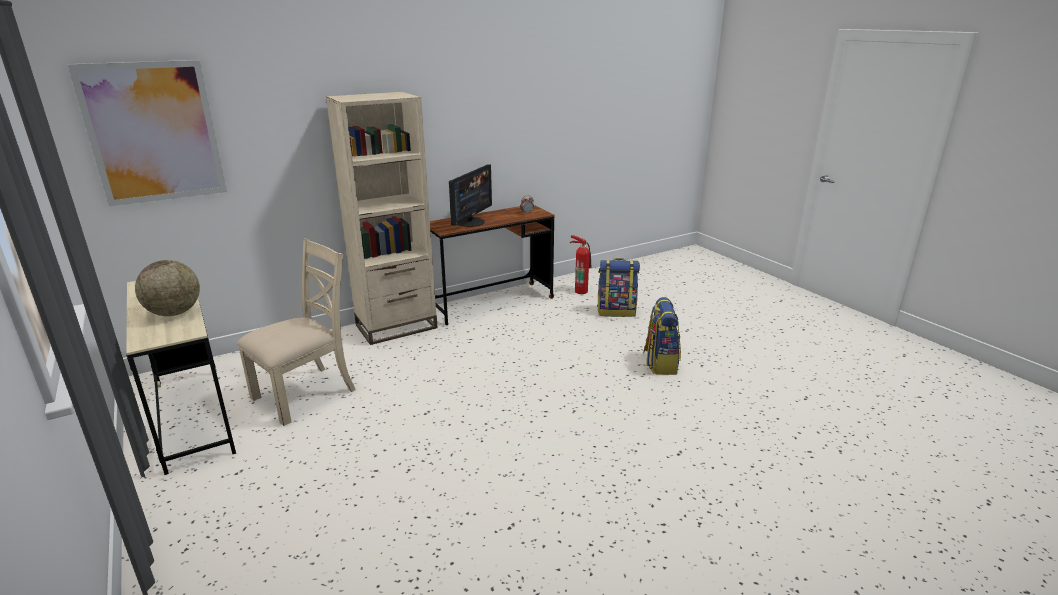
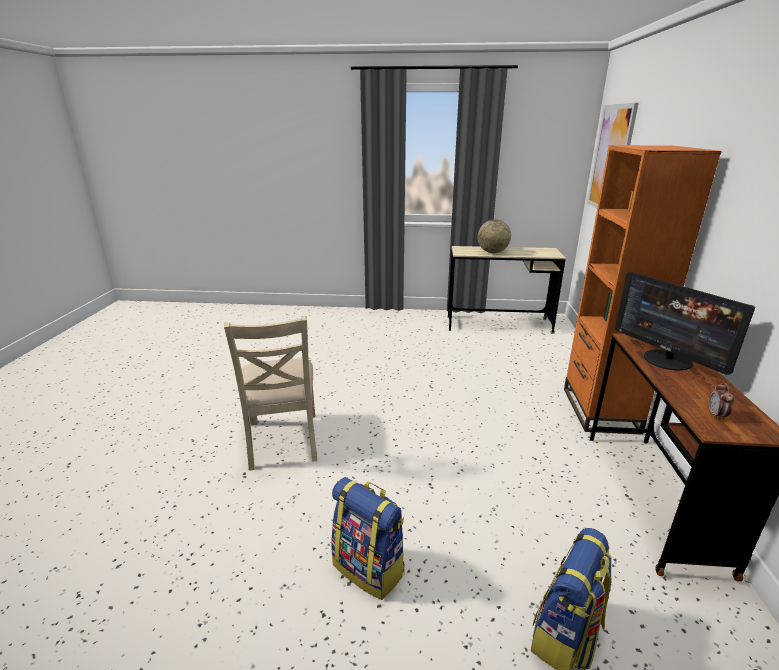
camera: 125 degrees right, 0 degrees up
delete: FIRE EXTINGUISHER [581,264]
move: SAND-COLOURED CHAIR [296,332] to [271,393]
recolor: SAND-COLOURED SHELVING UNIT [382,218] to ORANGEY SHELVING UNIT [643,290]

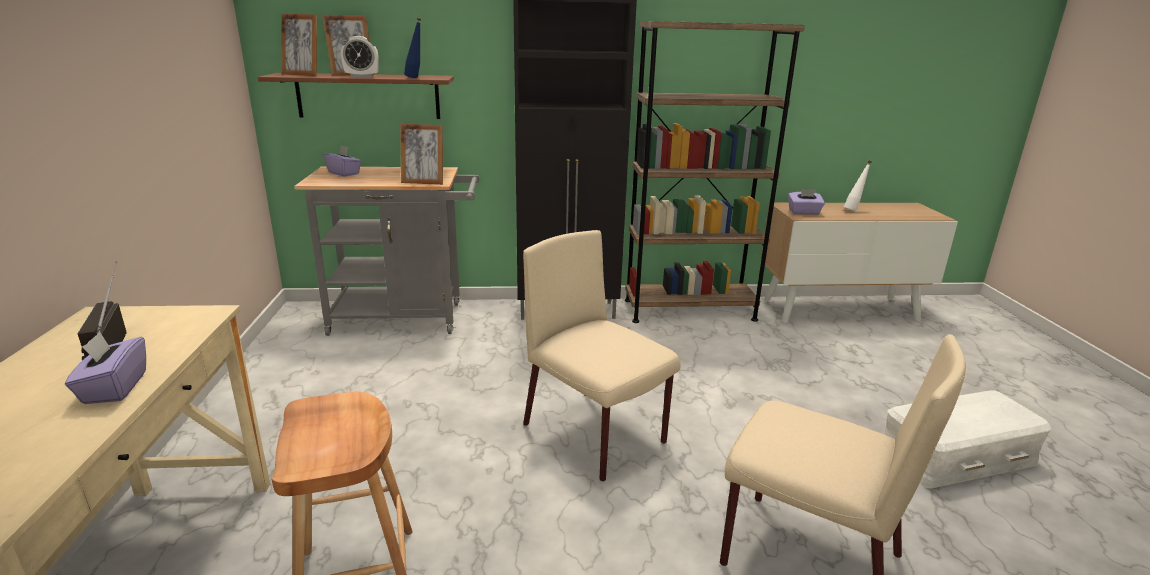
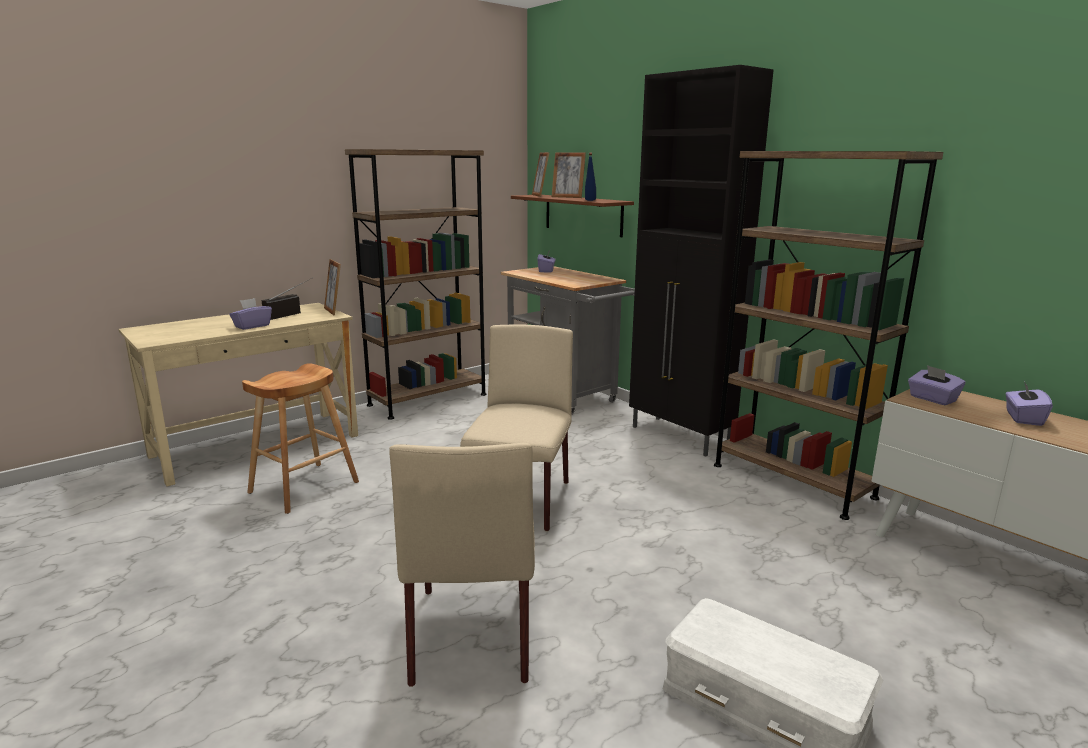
camera: 55 degrees right, 5 degrees down
delete: BEDSIDE CLOCK [360,57]
insert: BROWNISH SHELVING UNIT [416,284]
move: PICTURE FRAME [421,154] to [332,287]
replace: WHITE BEVERAGE BOTTLE [858,185] to PURPLE-COLOURED BOX OF TISSUES [1029,403]

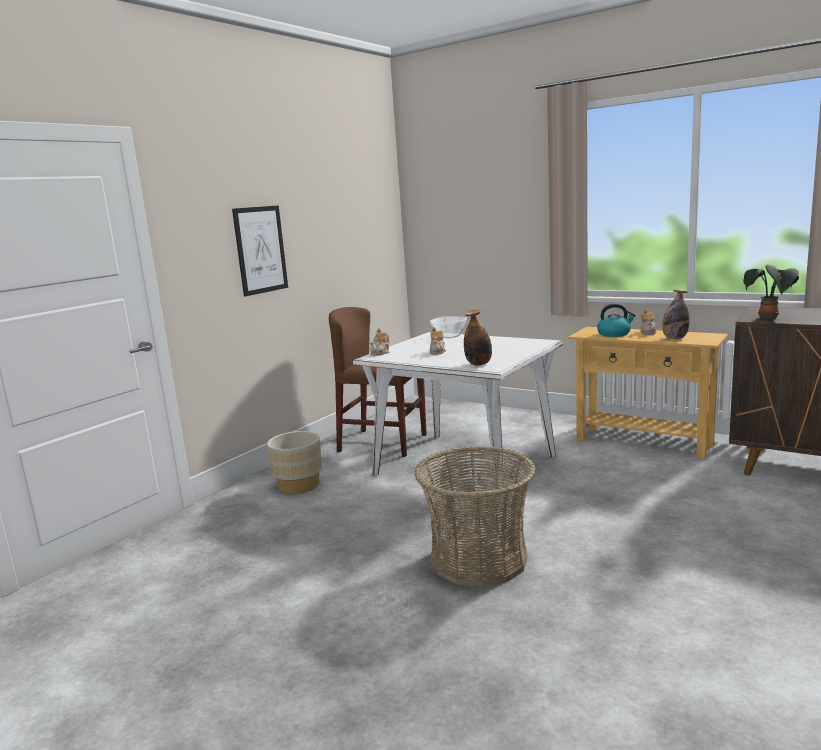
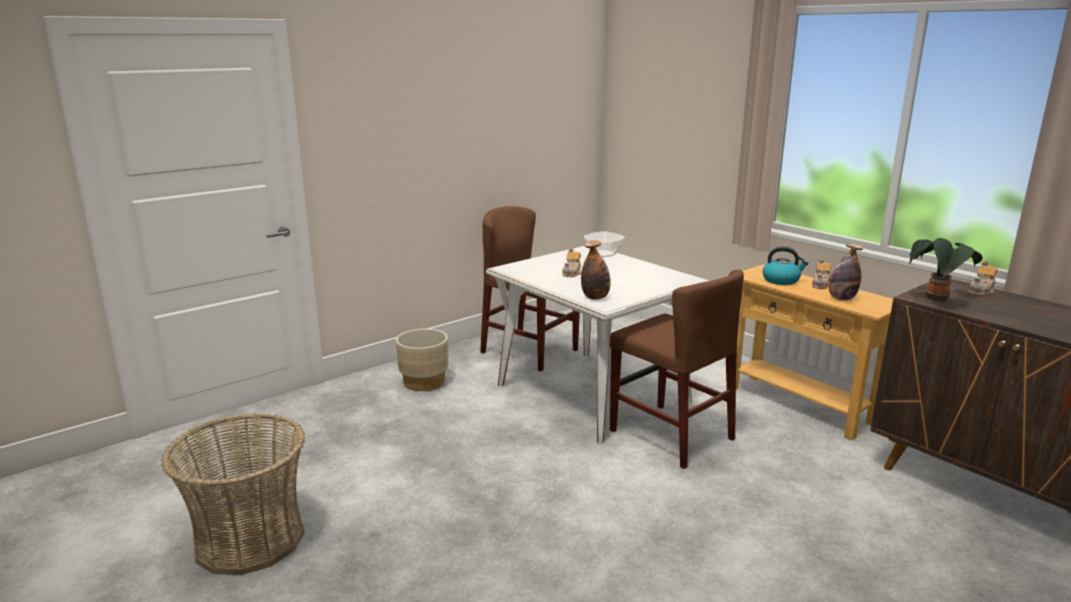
camera: 15 degrees right, 5 degrees up
delete: WALL ART [260,251]
insert: BROWNISH CHAIR [677,369]
move: TEA POT [379,342] to [982,278]; STORAGE BASKET [475,516] to [233,494]

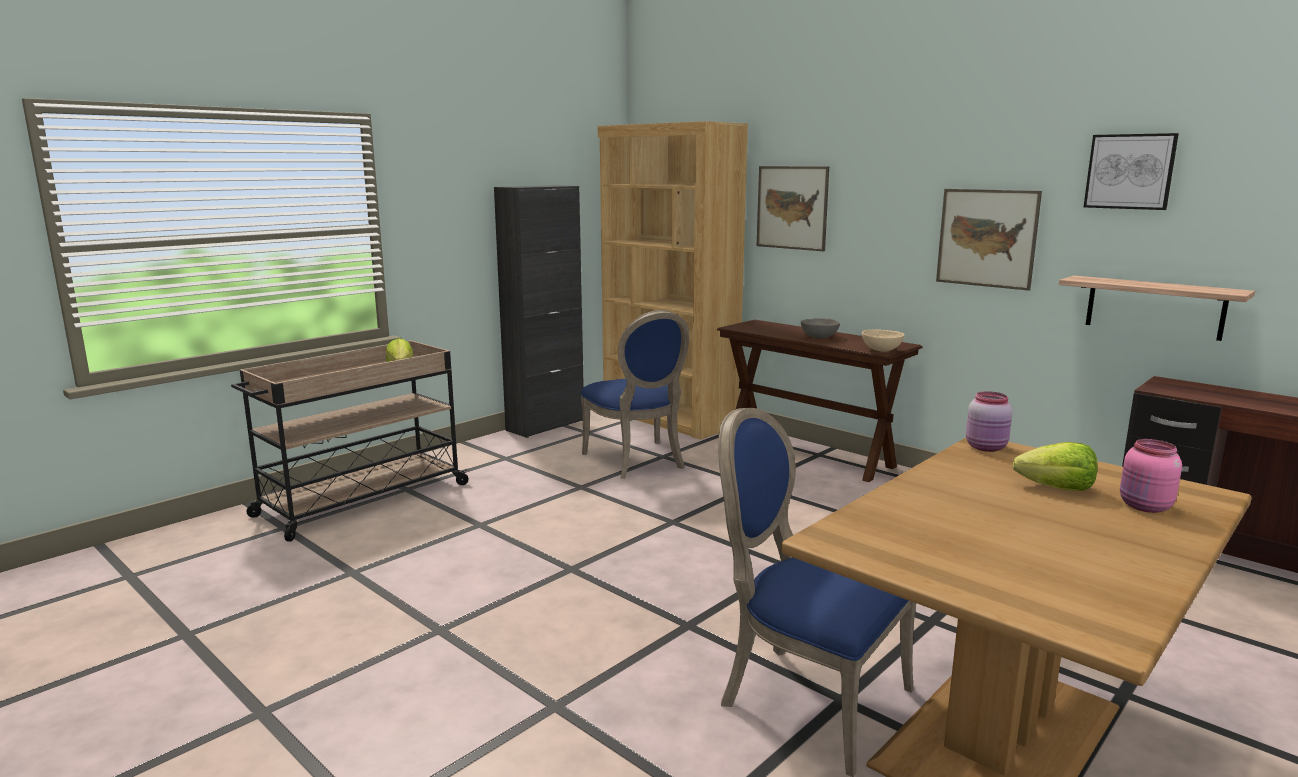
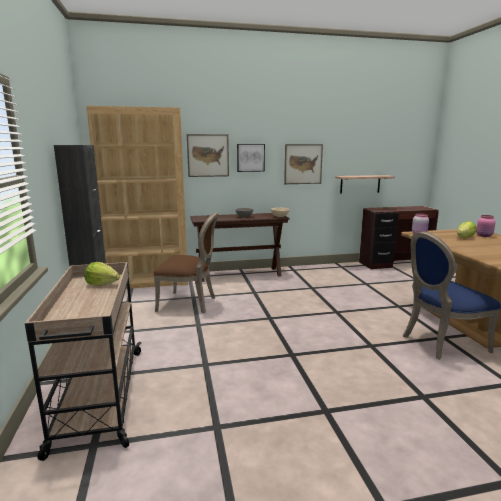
camera: 55 degrees left, 0 degrees up
move: WALL ART [1131,171] to [251,158]
recolor: BLUISH CHAIR [634,394] to BROWNISH CHAIR [186,262]

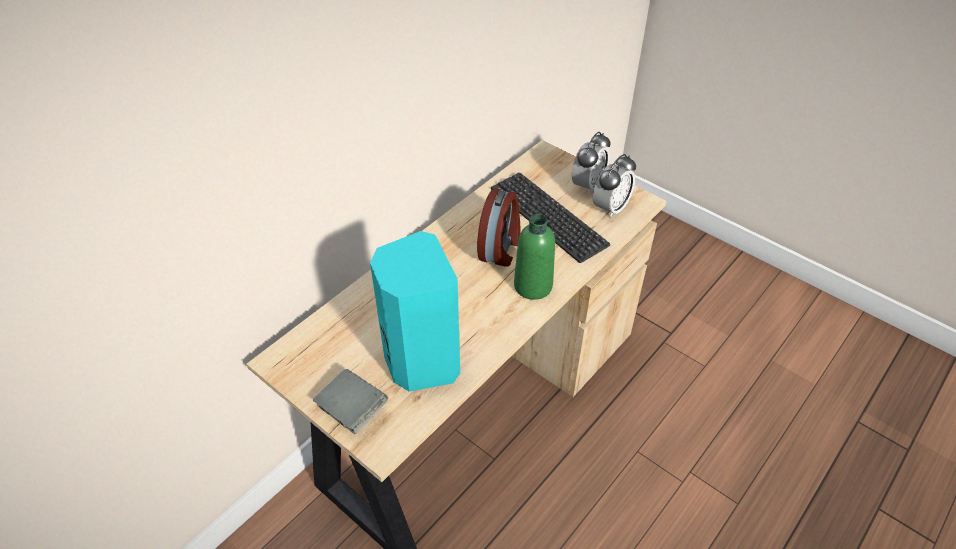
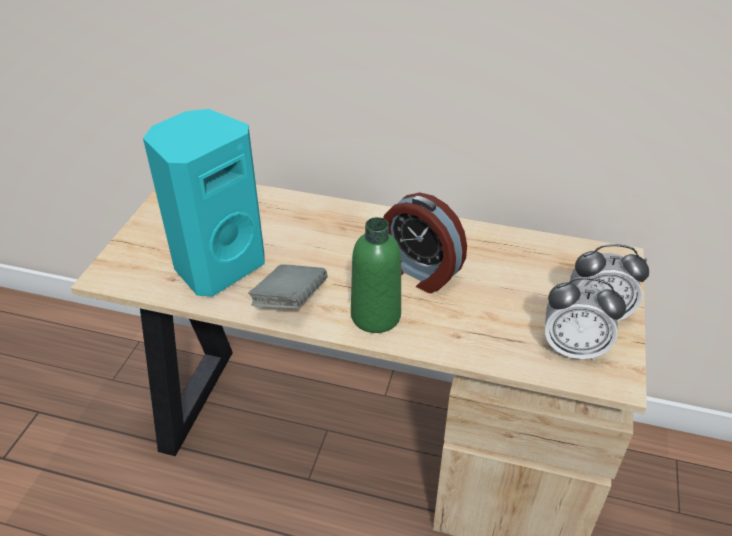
camera: 65 degrees right, 5 degrees down
delete: PC KEYBOARD [550,218]
move: GREYISH BOOK [350,401] to [288,286]
rotate: BEDSIDE CLOCK [499,227] = [425,242] 45 degrees clockwise

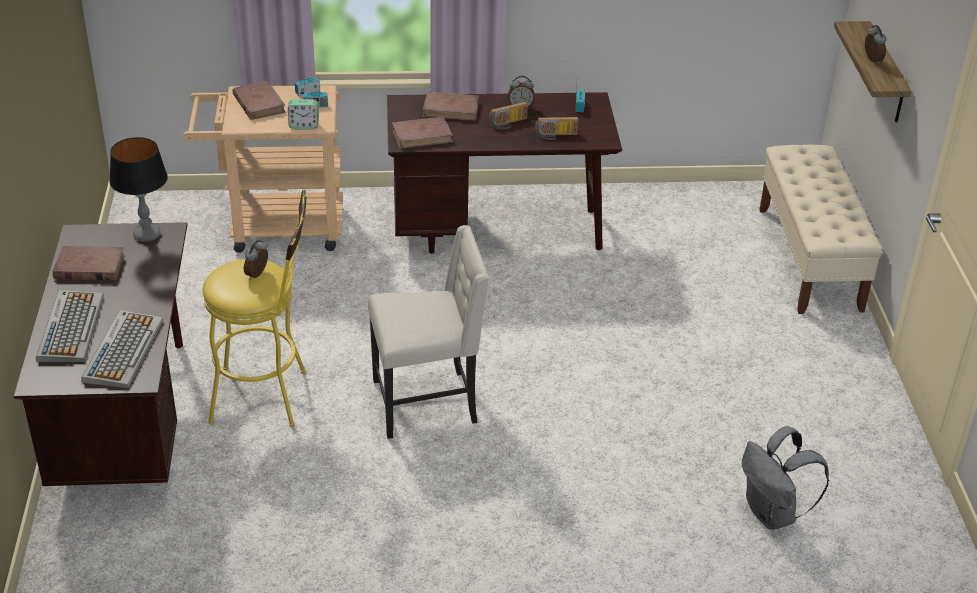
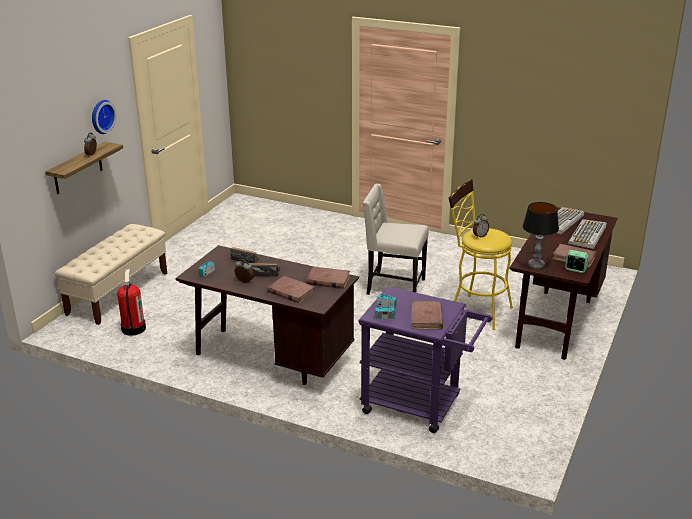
camera: 150 degrees left, 10 degrees down
delete: GREYISH KNAPSACK [785,478]
insert: HANGING CLOCK [104,117]; FIRE EXTINGUISHER [131,302]
move: BEDSIDE CLOCK [303,114] to [577,261]
recolor: SAND-COLOURED CART [263,169] to PURPLE-COLOURED CART [425,359]

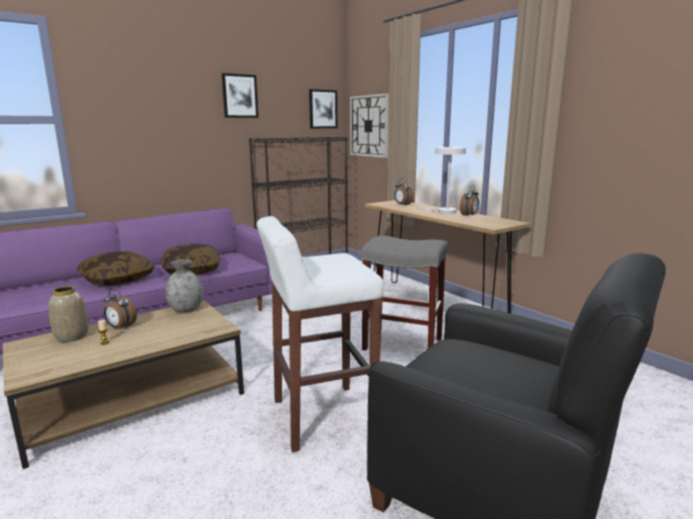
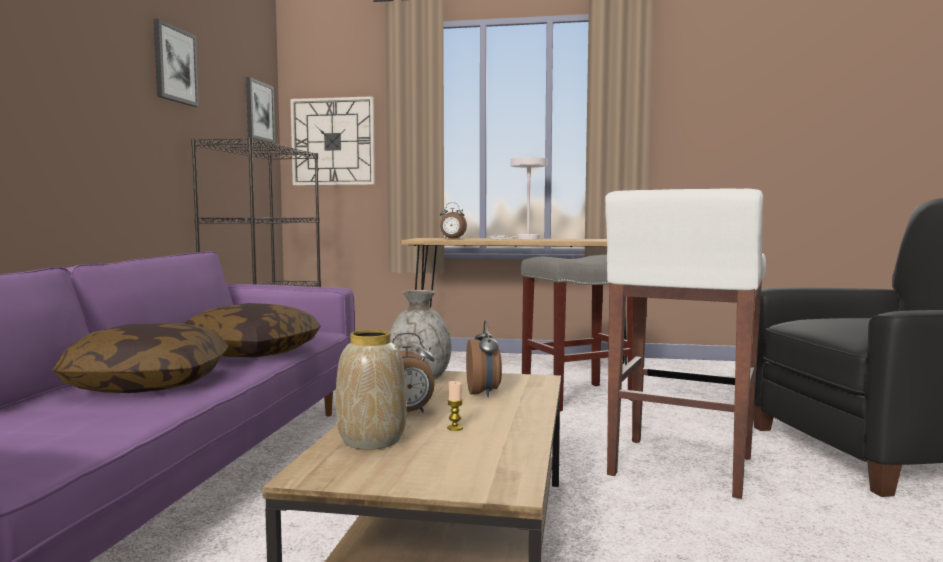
camera: 45 degrees left, 10 degrees down
move: BEDSIDE CLOCK [469,200] to [484,358]

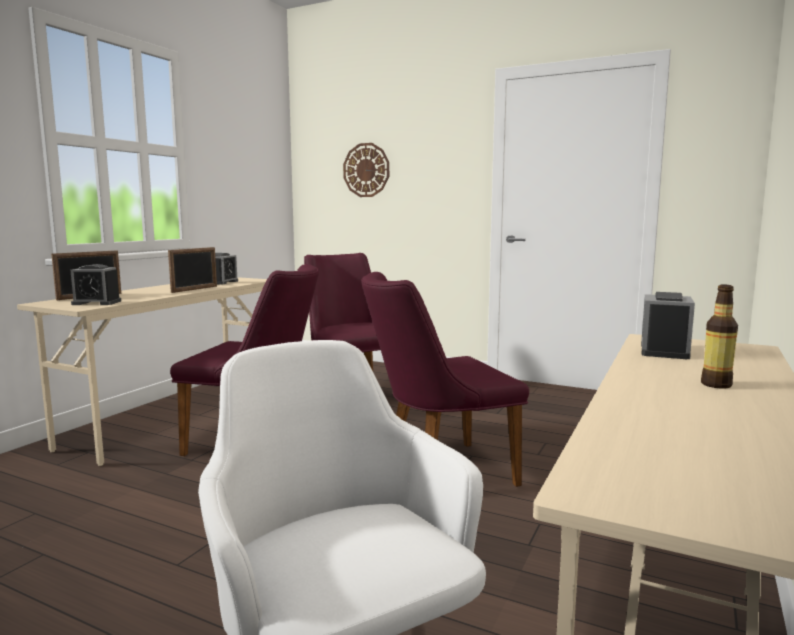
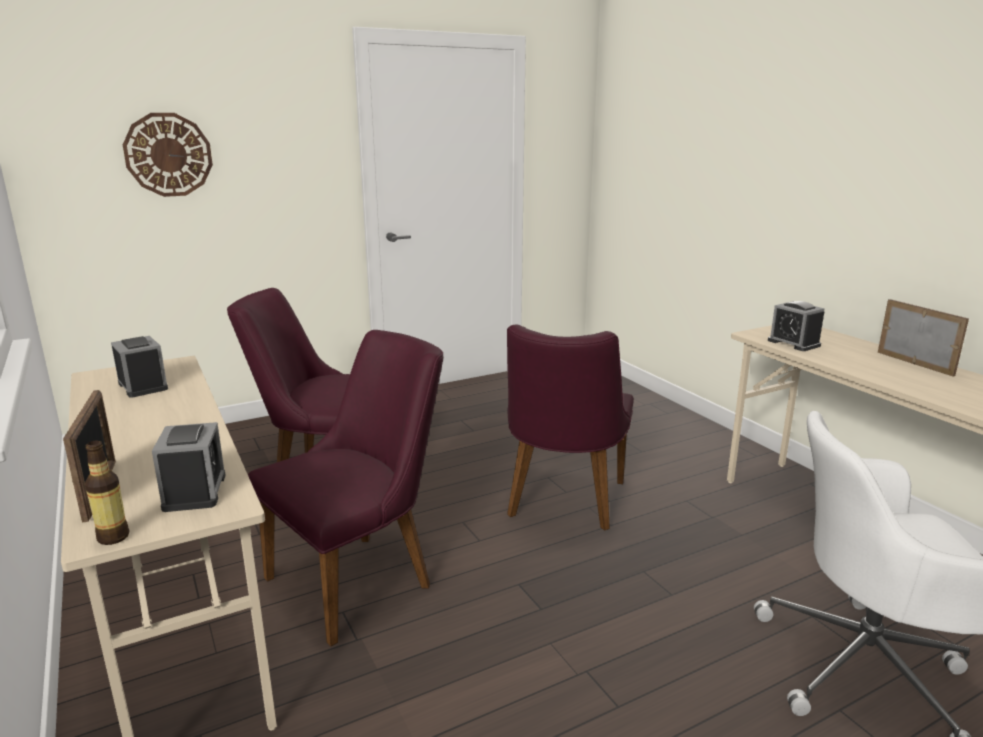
camera: 55 degrees left, 10 degrees up
move: PICTURE FRAME [192,270] to [923,337]; BEVERAGE BOTTLE [719,336] to [107,493]
rotate: BEDSIDE CLOCK [95,284] = [189,467] 45 degrees counterclockwise

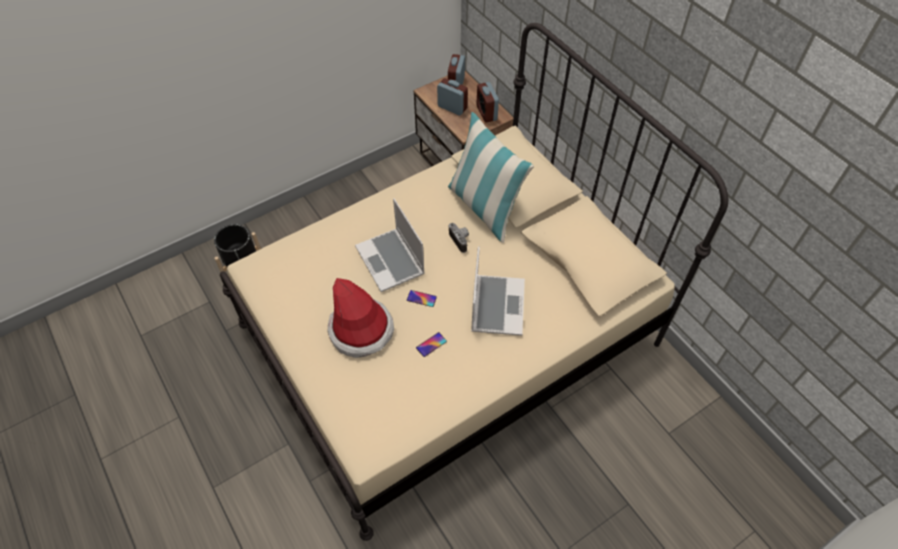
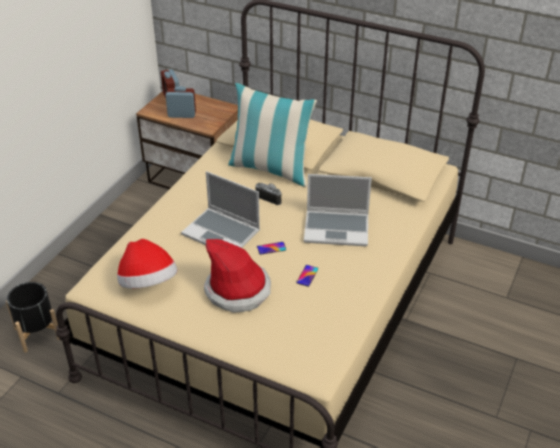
camera: 30 degrees left, 15 degrees down
delete: BEDSIDE CLOCK [487,102]
insert: HAT [147,263]
rotate: NOTEBOOK COMPUTER [498,291] = [338,210] 120 degrees clockwise

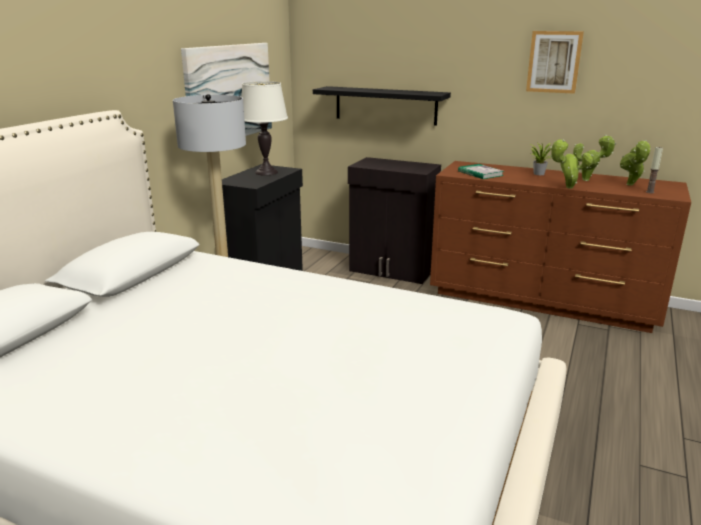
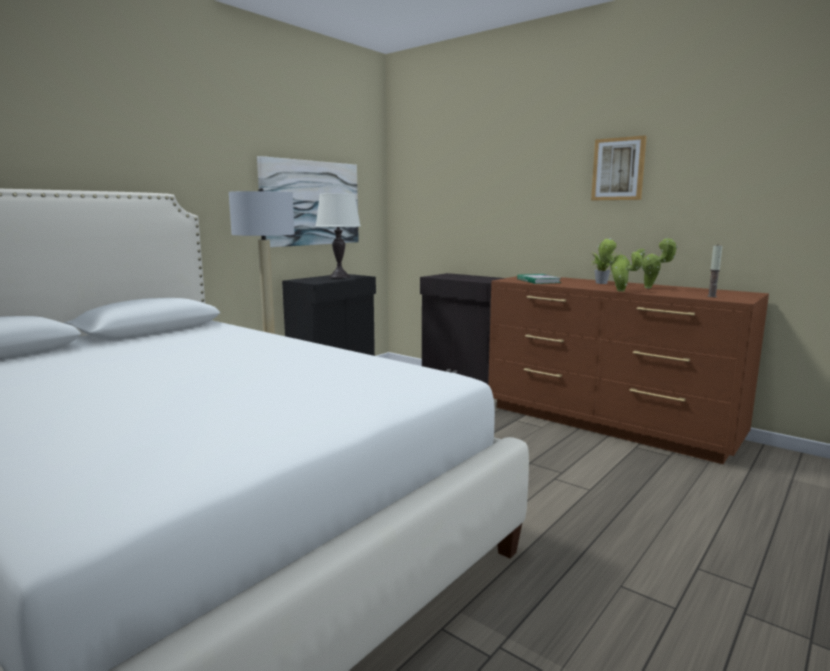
camera: 15 degrees right, 10 degrees down
delete: BLACK-COLOURED BRACKET SHELF [382,106]; POTTED PLANT [635,163]

